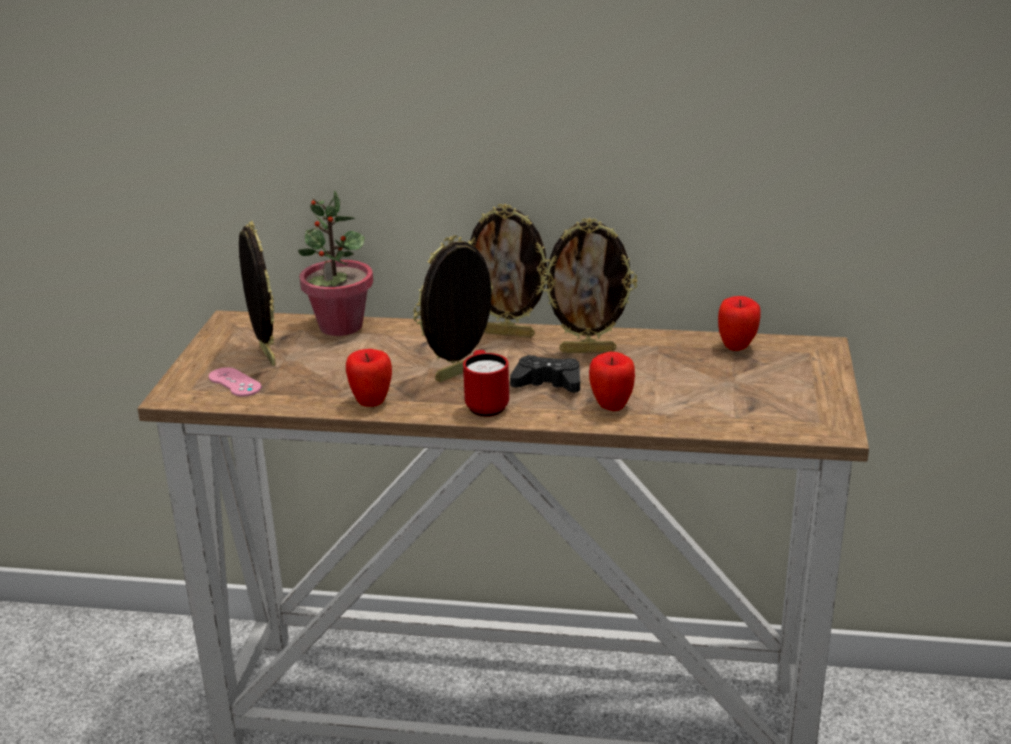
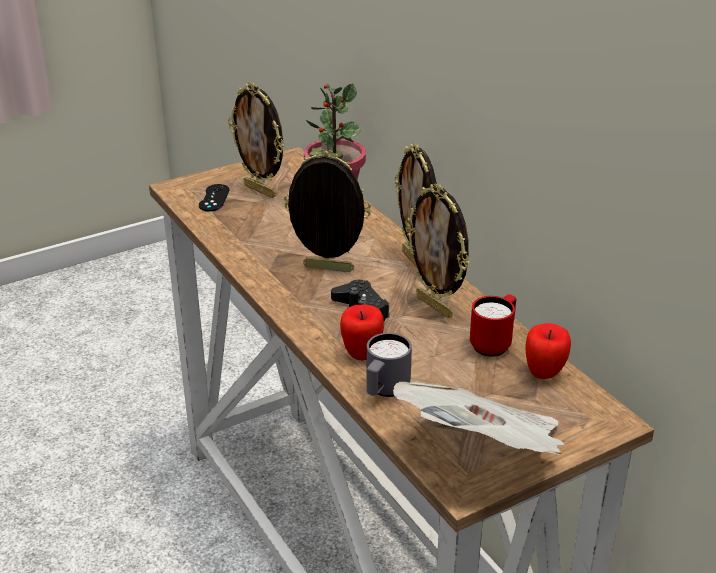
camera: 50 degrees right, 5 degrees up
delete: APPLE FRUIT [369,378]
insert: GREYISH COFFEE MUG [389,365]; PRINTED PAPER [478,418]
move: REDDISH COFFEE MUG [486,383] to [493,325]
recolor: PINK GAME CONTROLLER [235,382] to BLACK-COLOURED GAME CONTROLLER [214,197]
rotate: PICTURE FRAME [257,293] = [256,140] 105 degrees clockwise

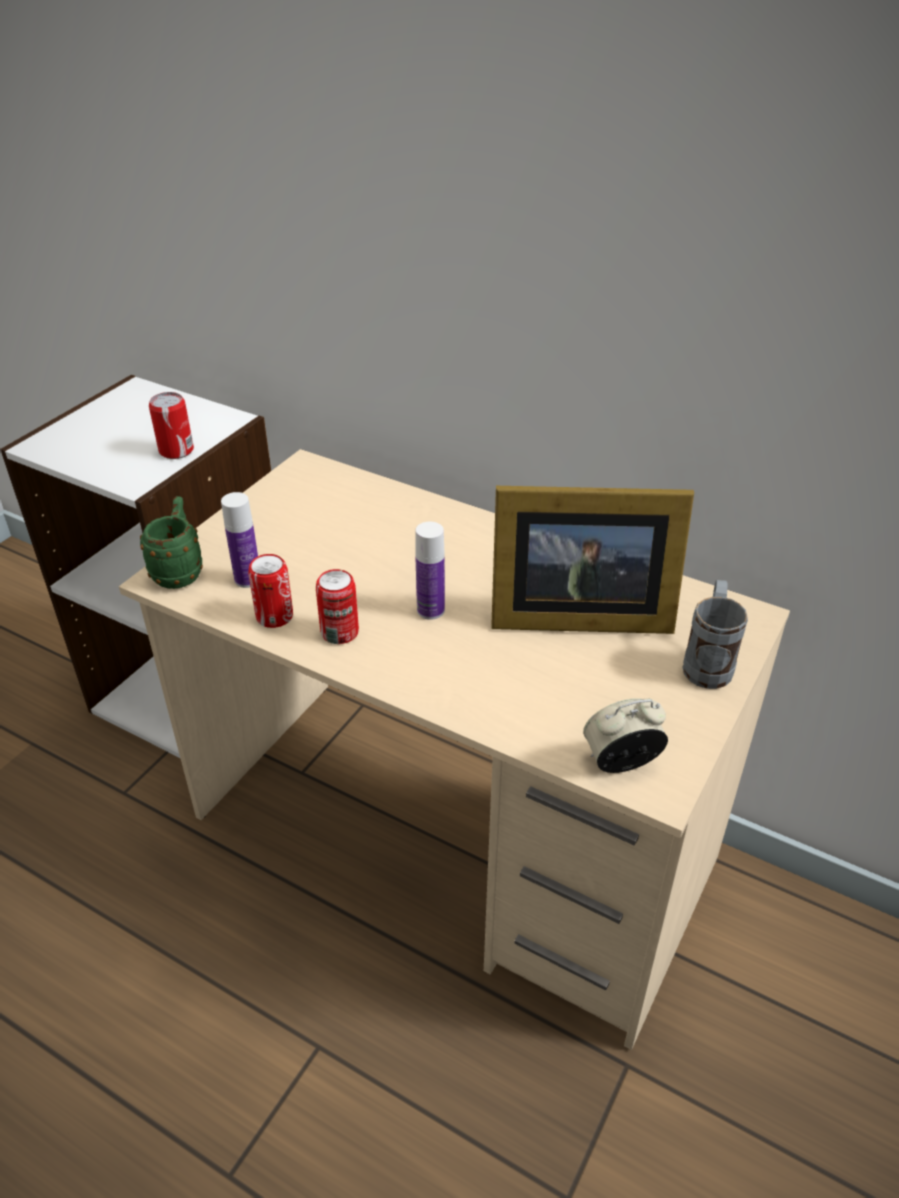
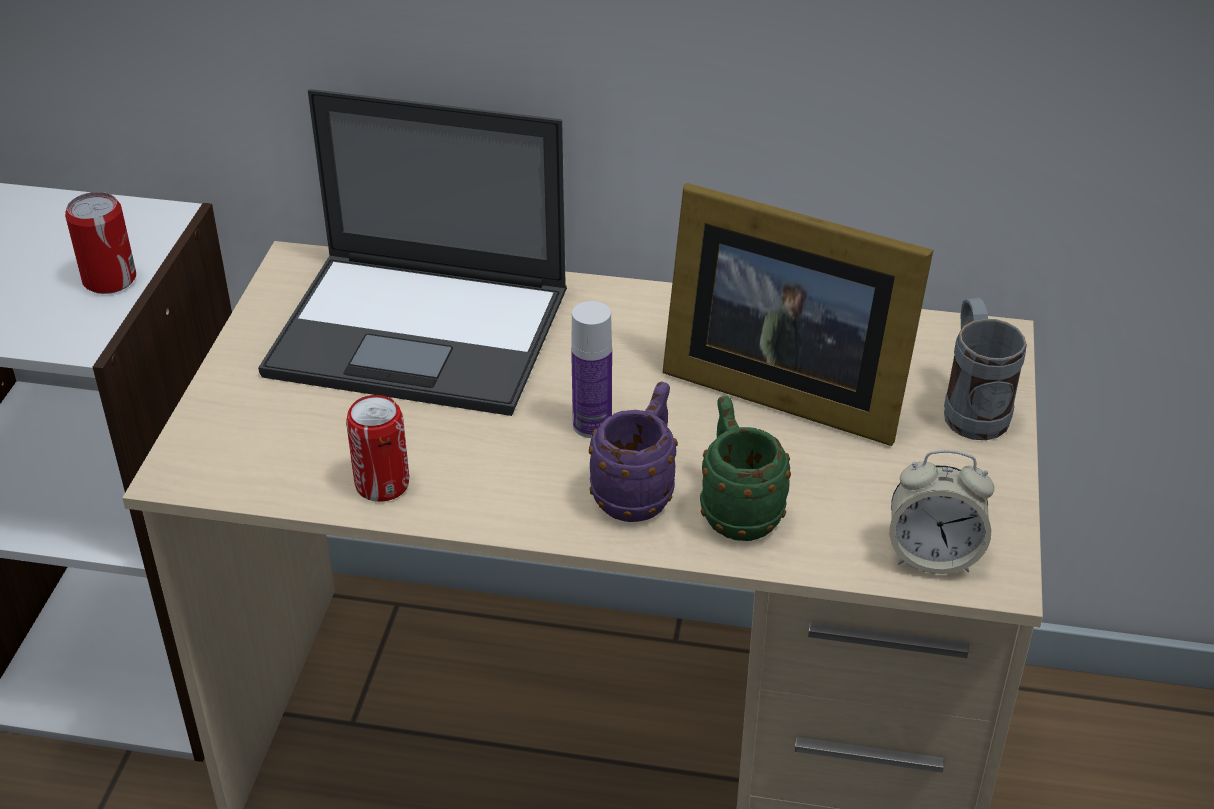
camera: 20 degrees left, 0 degrees up
delete: BEVERAGE BOTTLE [239,540]; METAL CAN [337,606]
insert: NOTEBOOK COMPUTER [412,252]; PURPLE-COLOURED COFFEE MUG [633,451]
move: GREEN COFFEE MUG [171,542] to [745,468]
rotate: PICTURE FRAME [592,560] = [797,314] 45 degrees clockwise; BEDSIDE CLOCK [625,735] = [942,512] 135 degrees counterclockwise

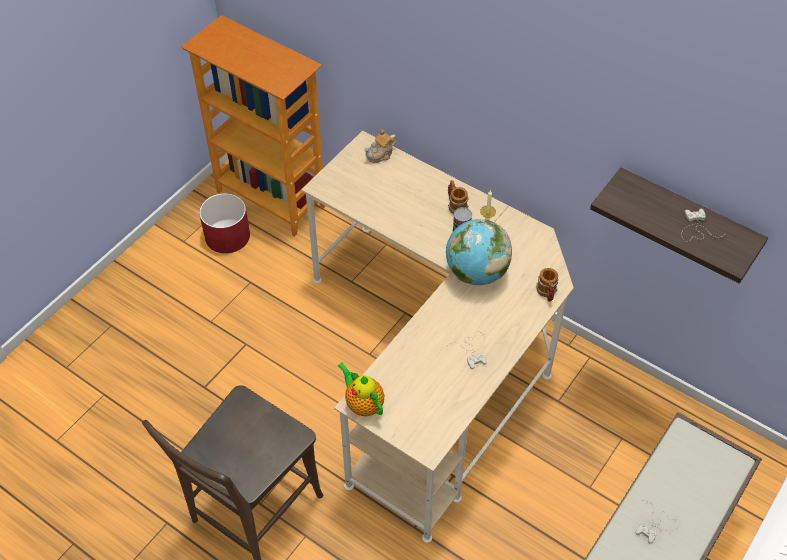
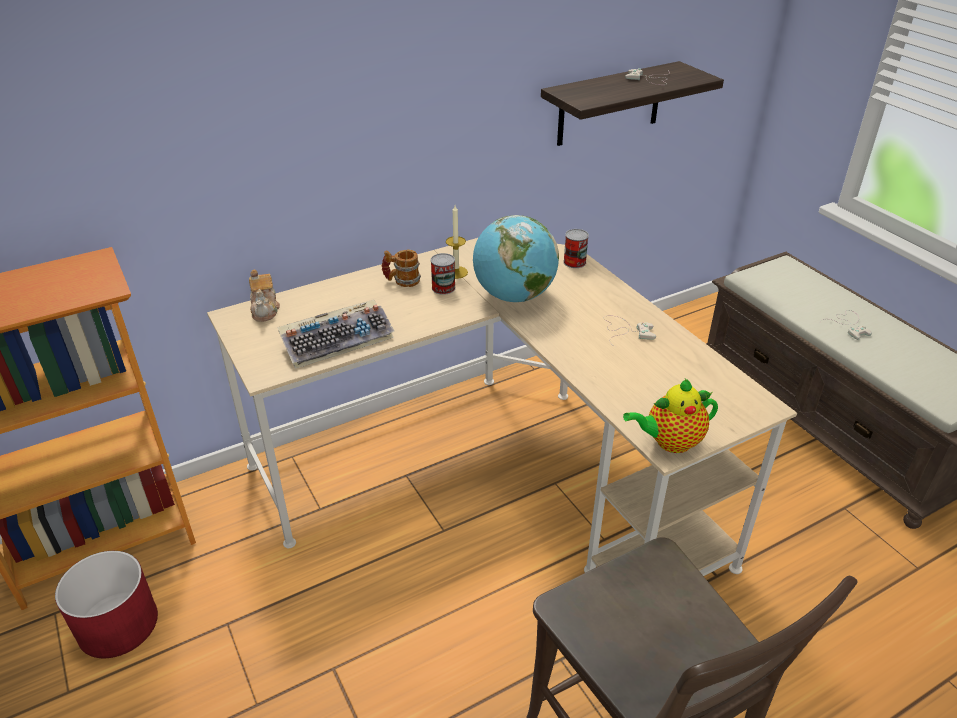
camera: 65 degrees left, 15 degrees down
insert: PC KEYBOARD [335,334]
replace: COFFEE MUG [547,284] to METAL CAN [576,248]

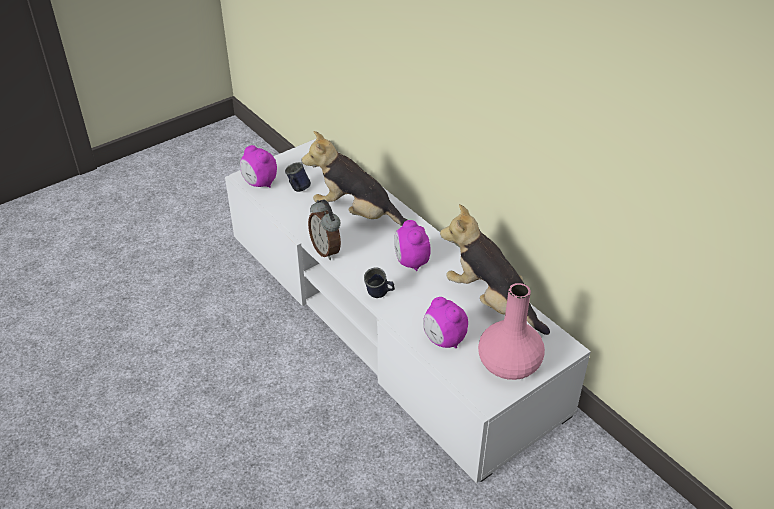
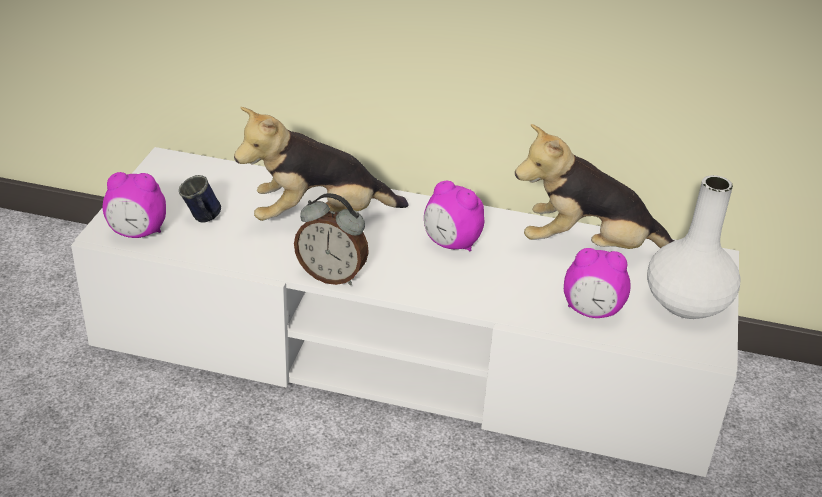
camera: 40 degrees left, 5 degrees down
delete: BLUISH COFFEE MUG [379,282]
recolor: PINK VASE [511,331] to WHITE VASE [694,247]

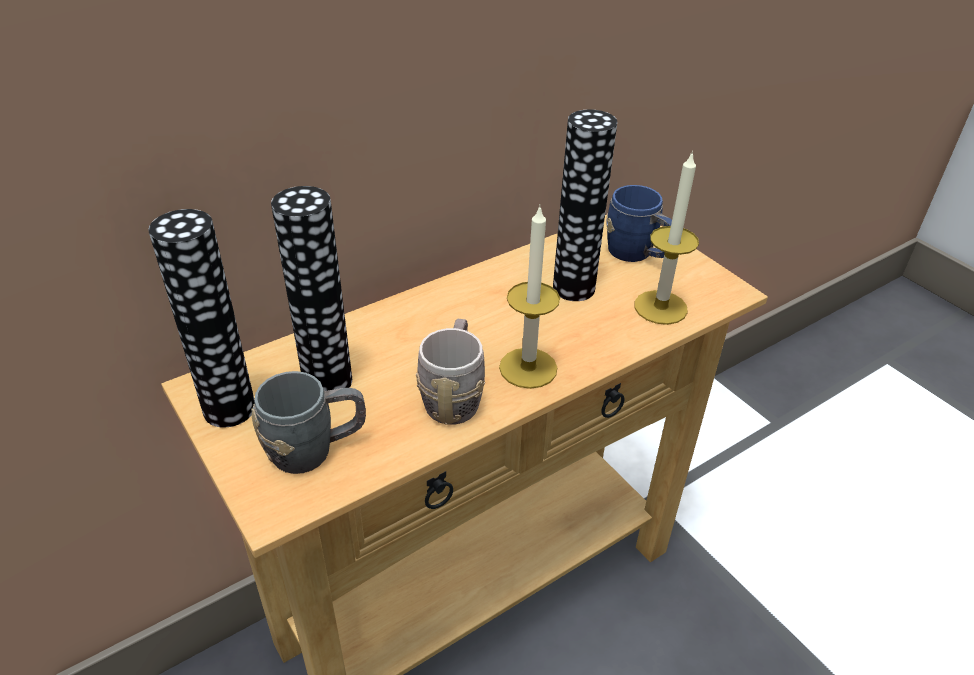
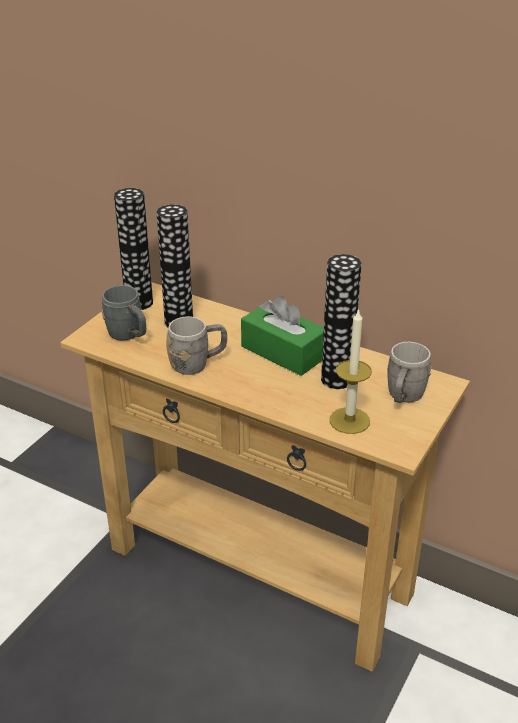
camera: 65 degrees right, 5 degrees down
delete: WAX CANDLE [529,296]
insert: GREEN BOX OF TISSUES [282,336]
recolor: BLUISH COFFEE MUG [639,223] to GREYISH COFFEE MUG [409,372]

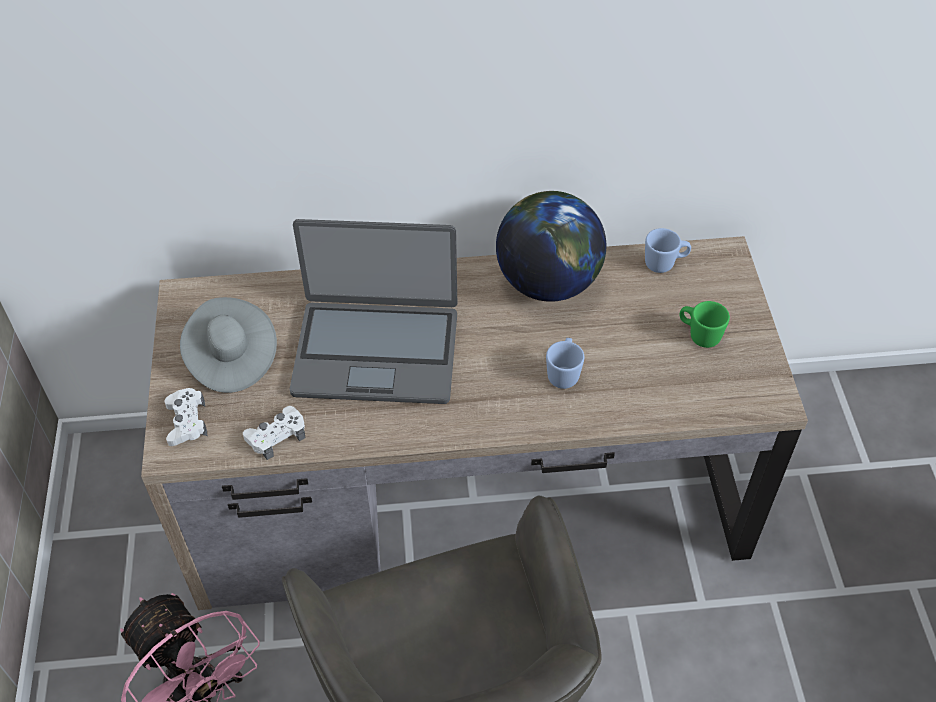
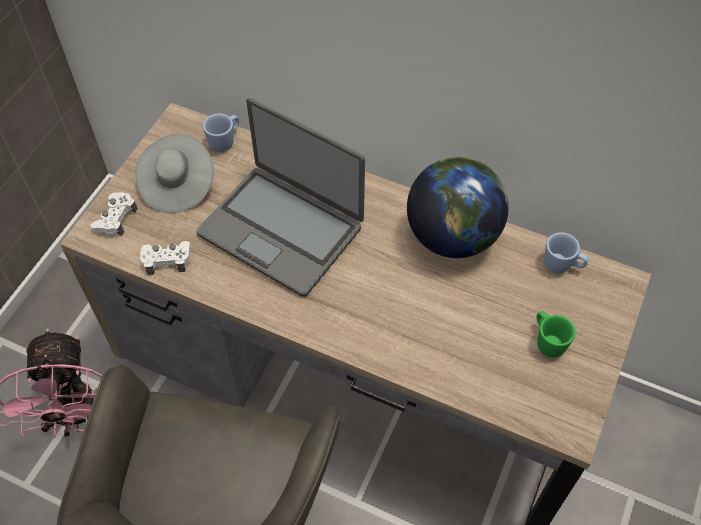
camera: 30 degrees right, 5 degrees up
move: BLUISH COFFEE MUG [565,363] to [221,132]

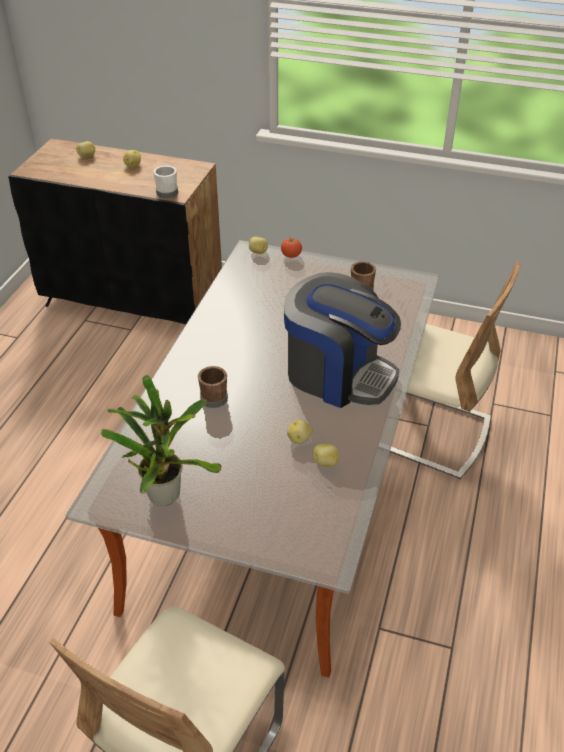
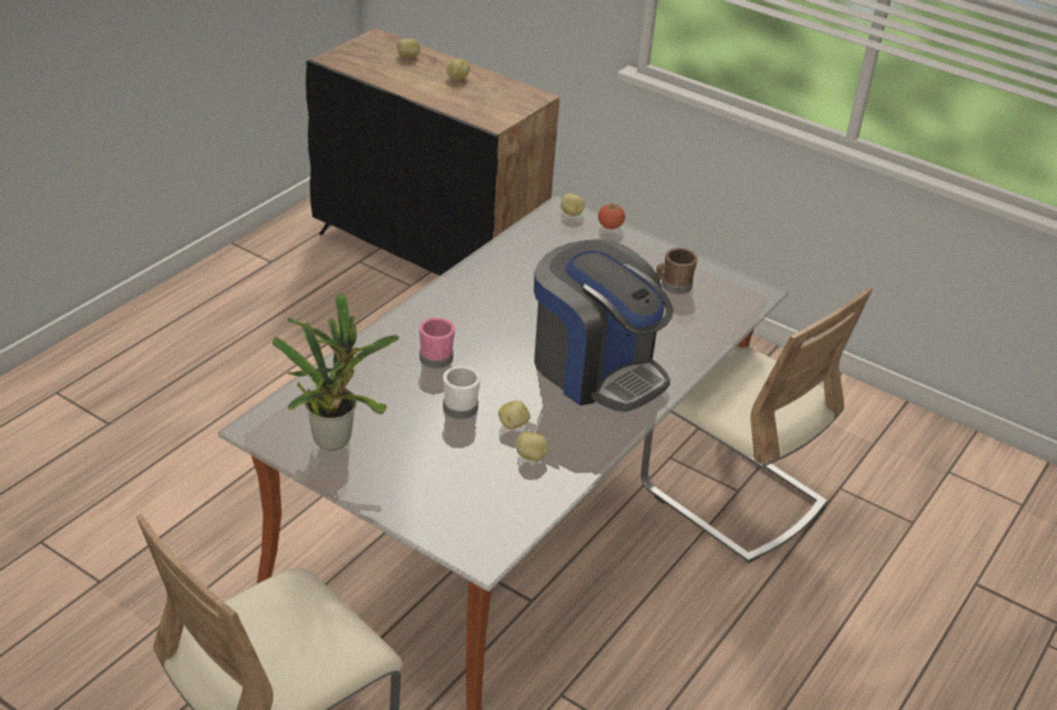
camera: 15 degrees right, 5 degrees down
move: WHITE COFFEE MUG [165,182] to [462,392]
recolor: BROWNISH COFFEE MUG [213,387] to PINK COFFEE MUG [437,343]

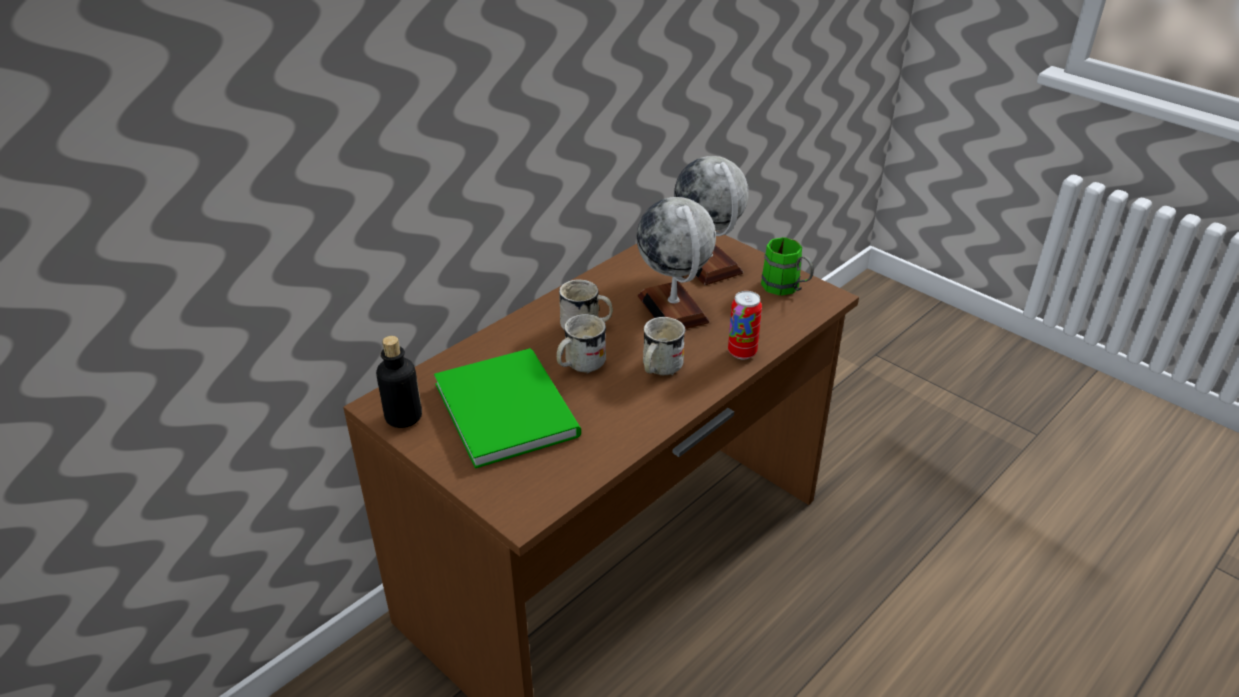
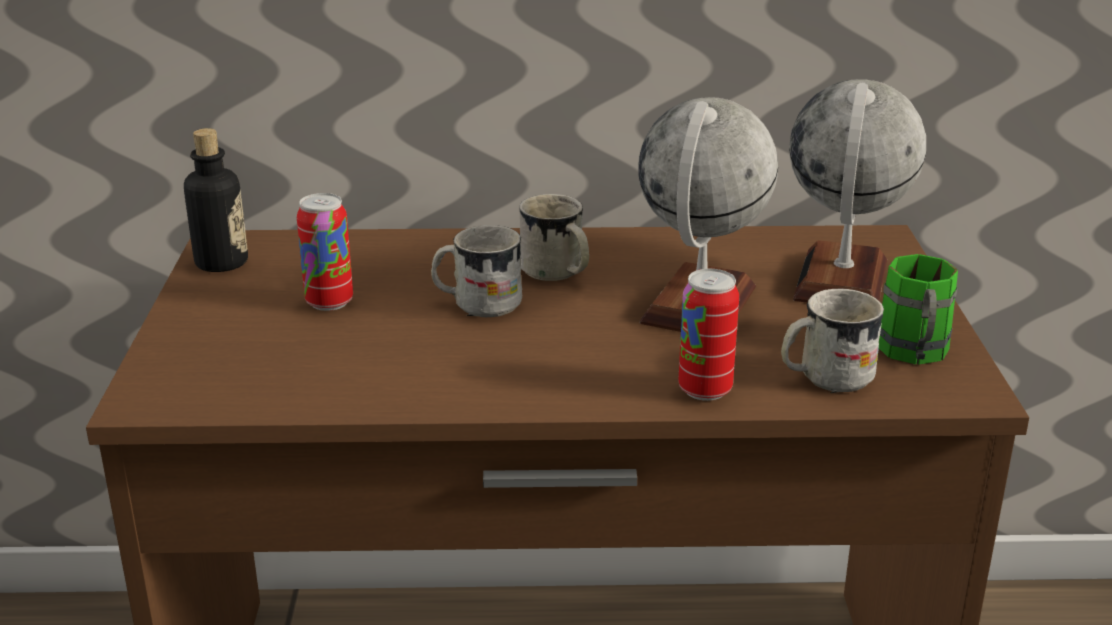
camera: 45 degrees right, 10 degrees down
move: WHITE COFFEE MUG [664,346] to [832,341]
replace: GREEN BOOK [507,408] to METAL CAN [325,252]

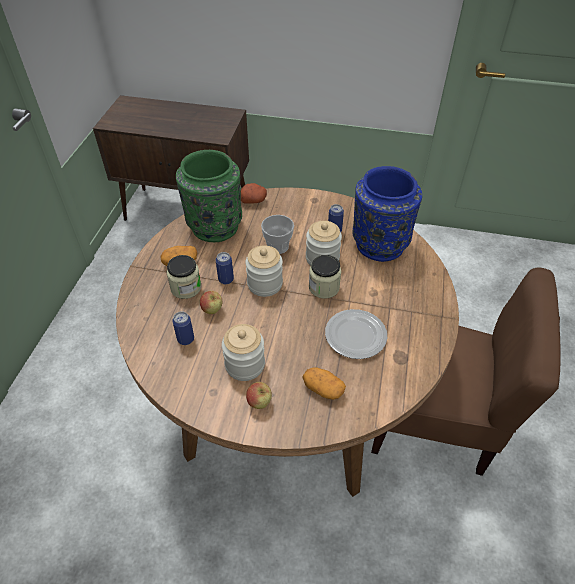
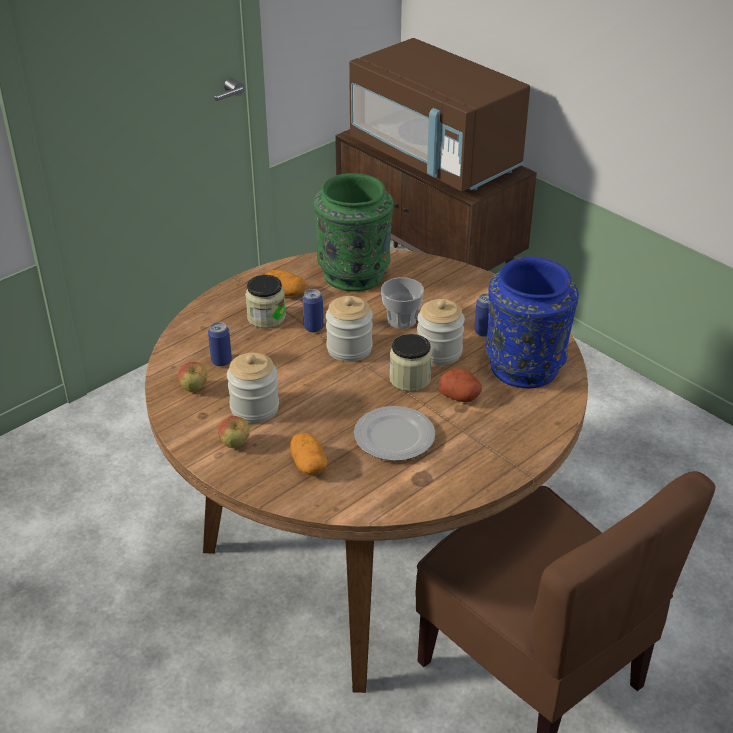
camera: 35 degrees right, 10 degrees down
insert: BROWNISH MICROWAVE OVEN [439,115]
move: APPLE FRUIT [211,302] to [193,377]; POTATO [254,193] to [460,385]

